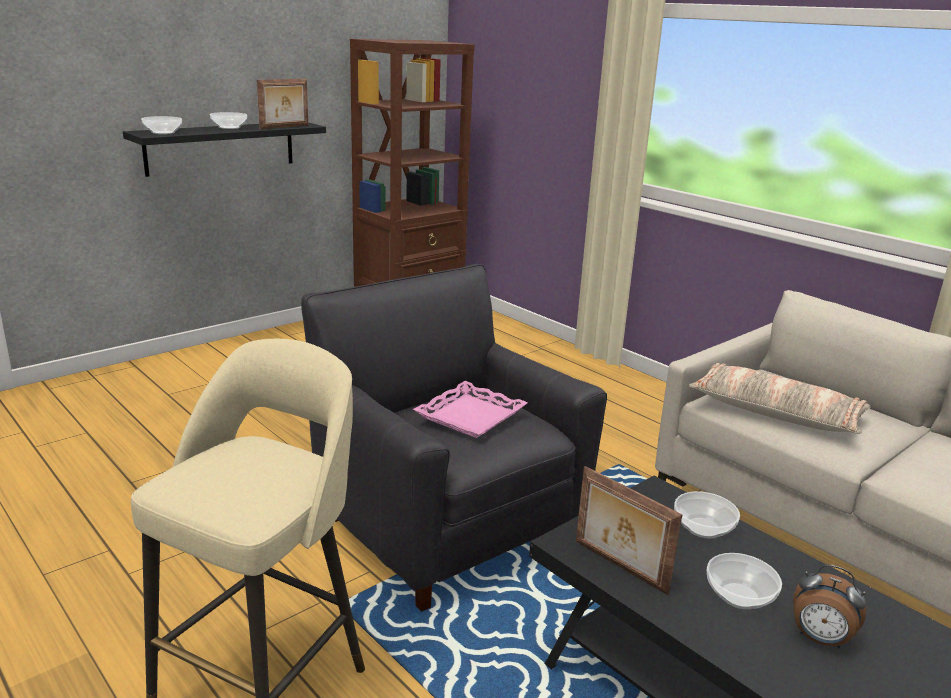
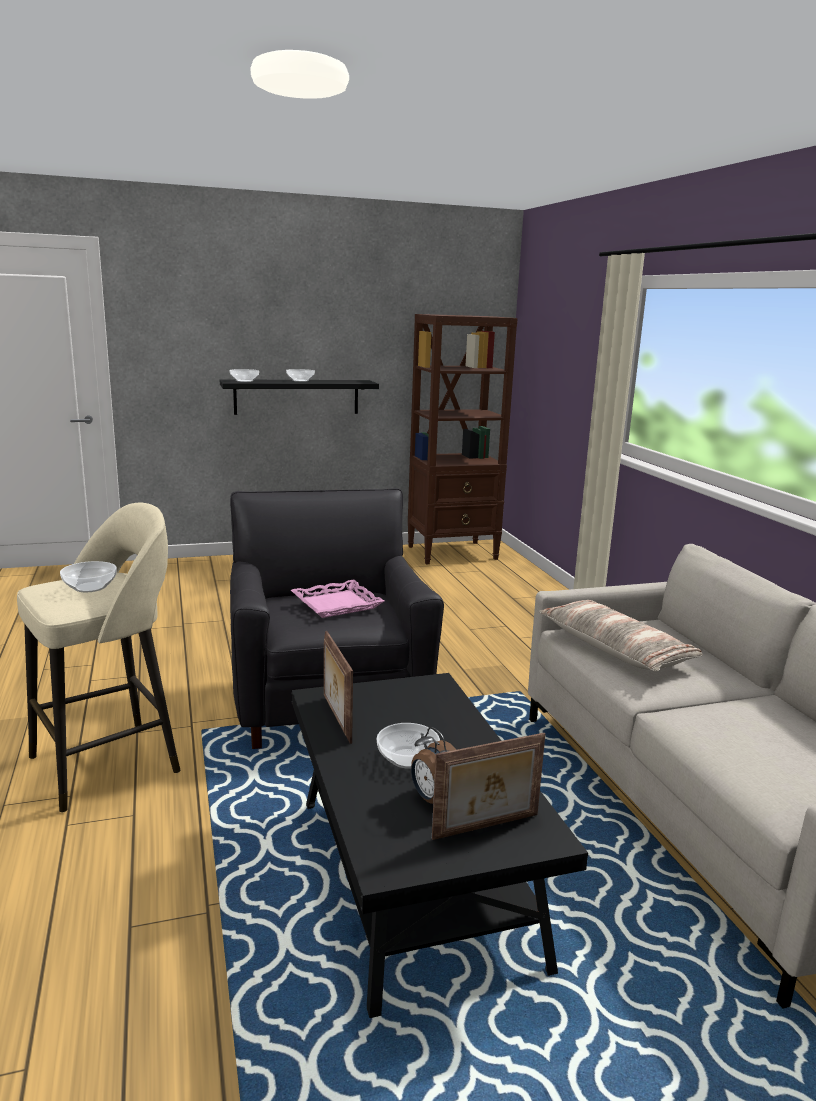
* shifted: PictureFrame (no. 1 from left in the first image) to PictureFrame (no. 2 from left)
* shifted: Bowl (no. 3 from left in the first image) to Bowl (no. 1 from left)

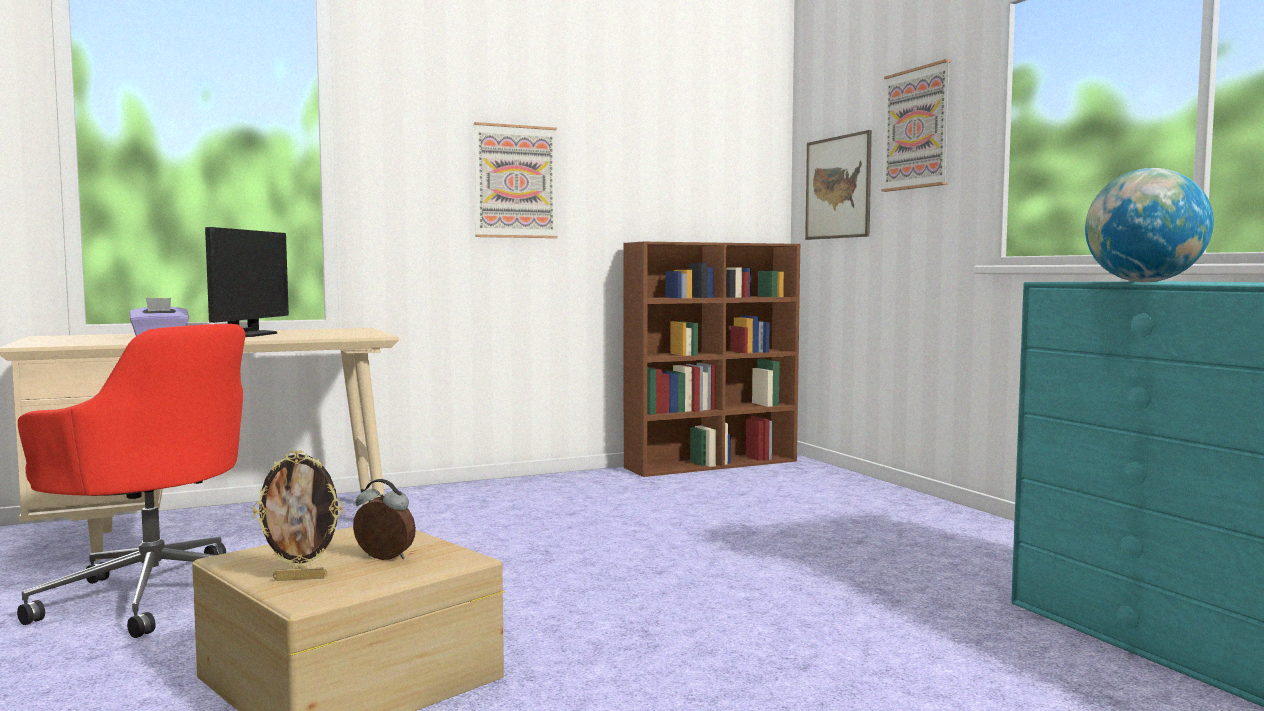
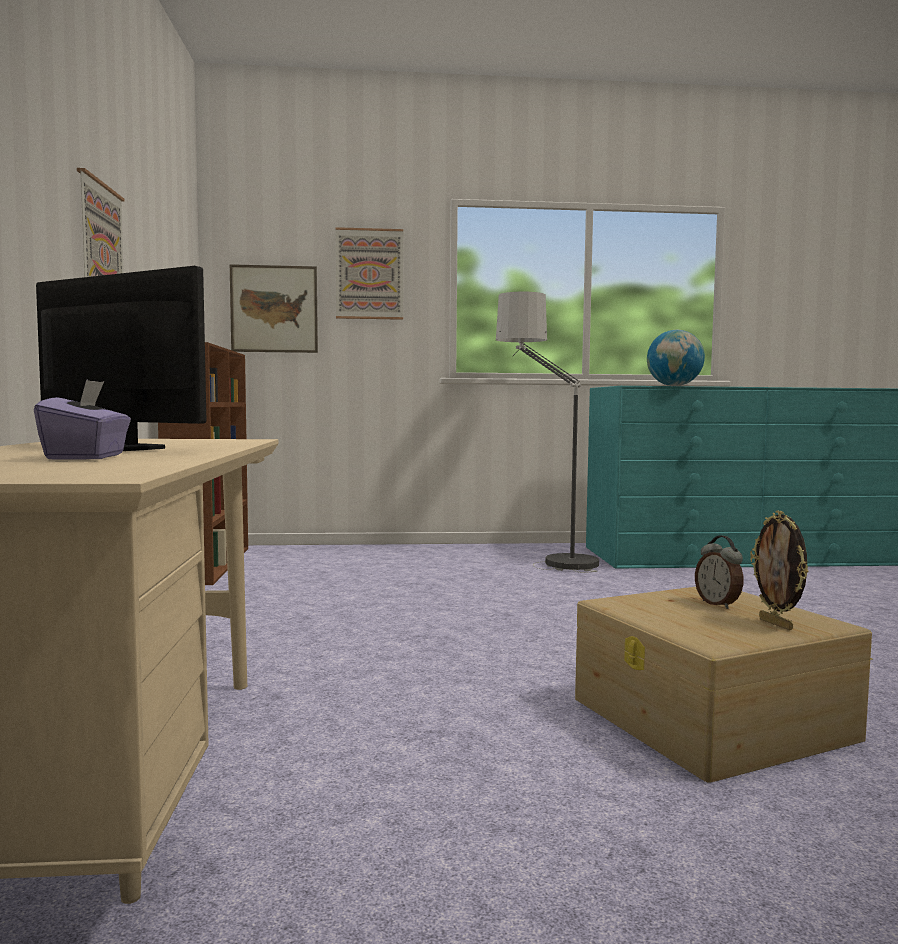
* gone: RedOfficeChair
* rotated: PictureFrame 150 degrees clockwise
* rotated: AlarmClock 60 degrees counterclockwise
* new: FloorLamp

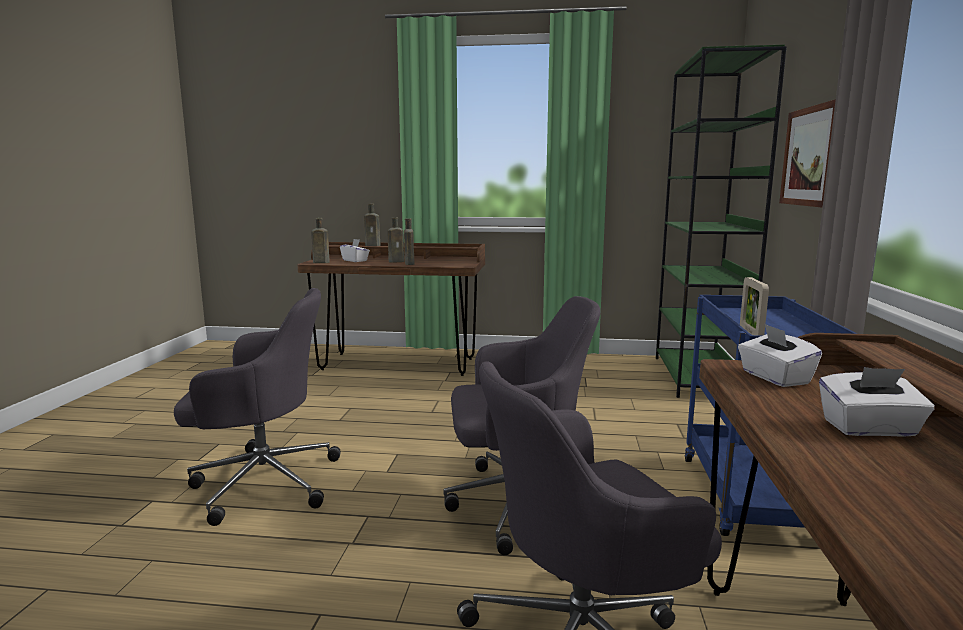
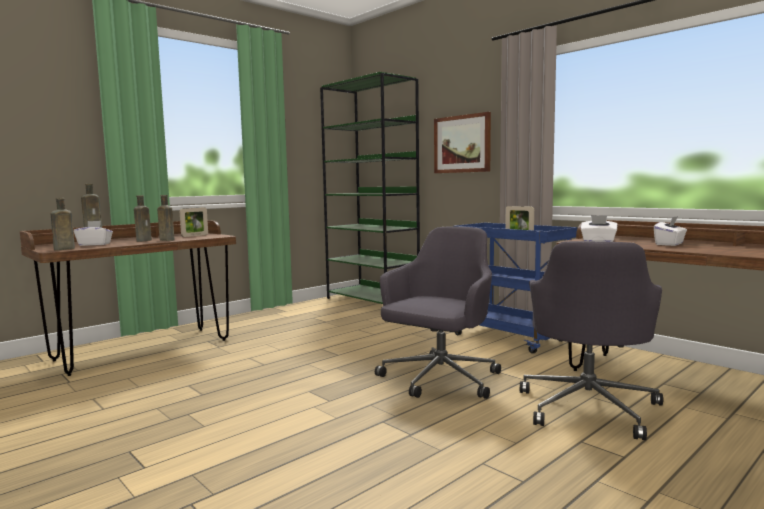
* gone: GreyOfficeChair (no. 1 from left)
* new: PictureFrame (no. 1 from left)

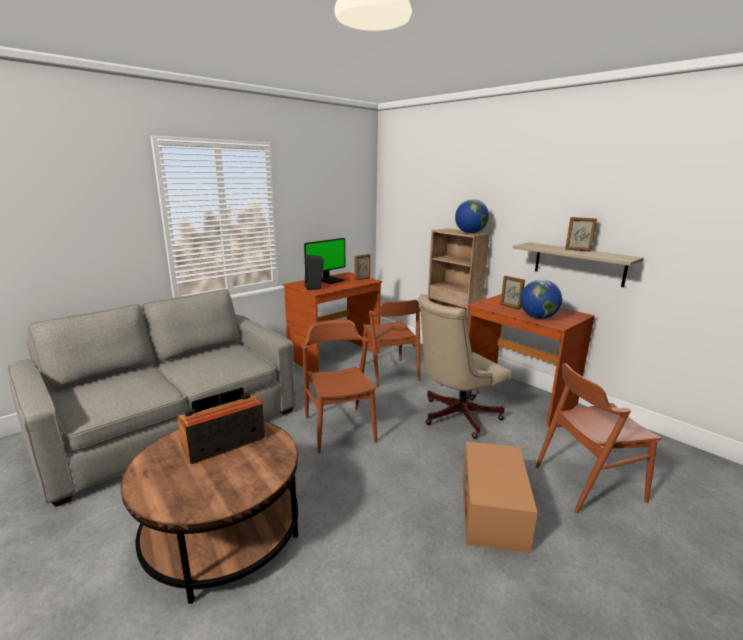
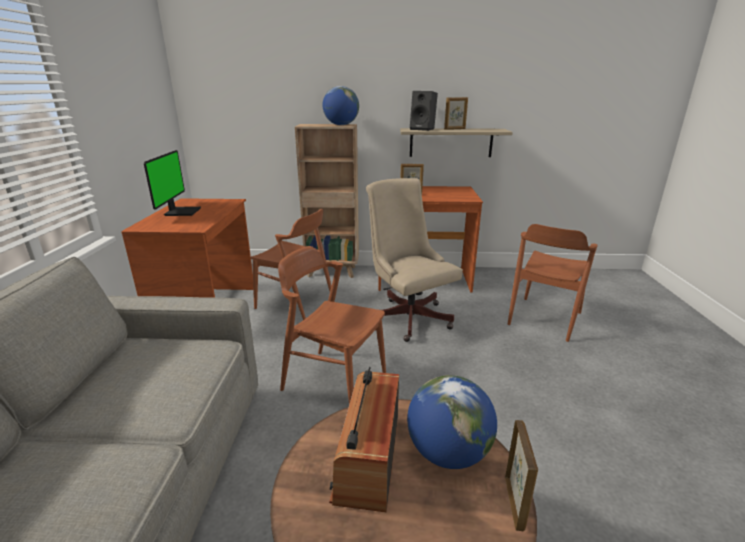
* shifted: BlackSpeaker
* shifted: PictureFrame (no. 1 from left in the first image) to PictureFrame (no. 3 from left)
* rotated: BeigeOfficeChair 135 degrees clockwise
* gone: CardboardBox
* shifted: Globe (no. 2 from left)

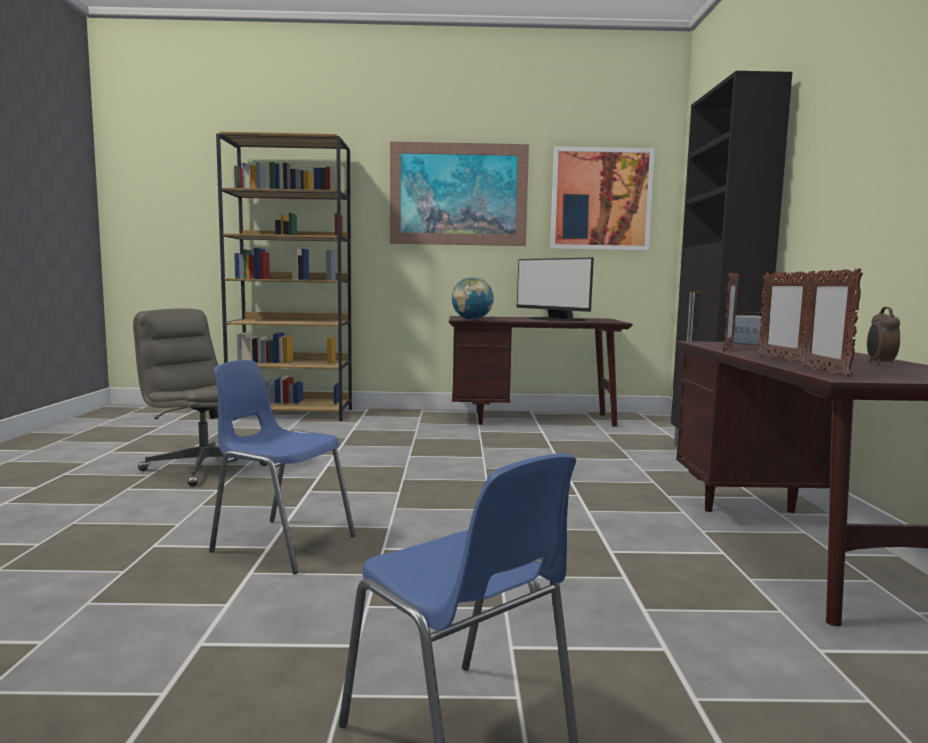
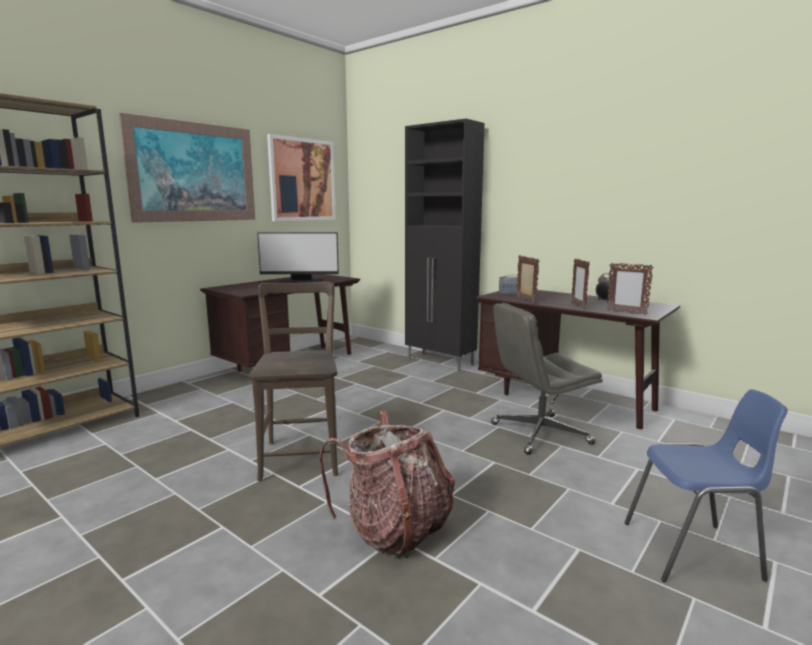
* shifted: GreyOfficeChair
* swapped: BlueChair (no. 1 from left) to Backpack
* gone: Globe
* rotated: PictureFrame (no. 2 from left) 60 degrees clockwise
* new: BrownChair

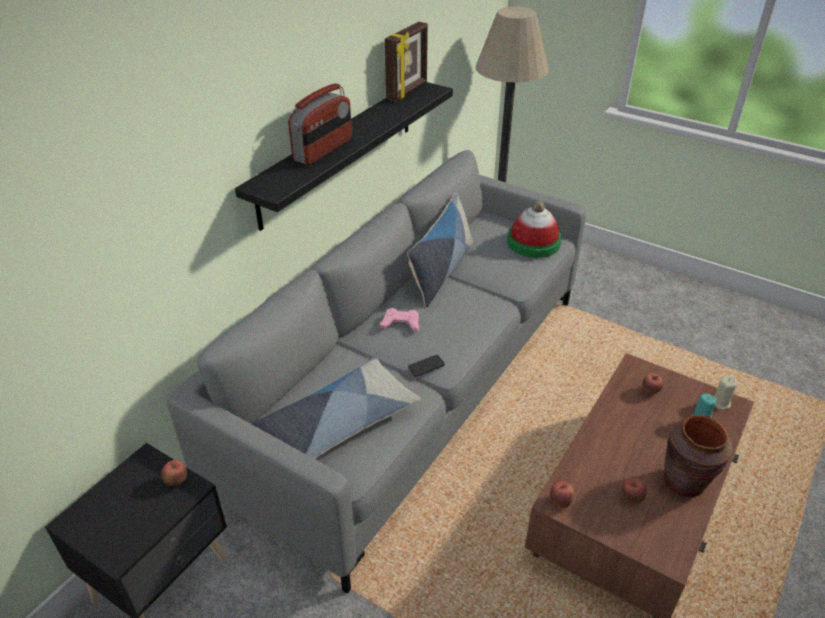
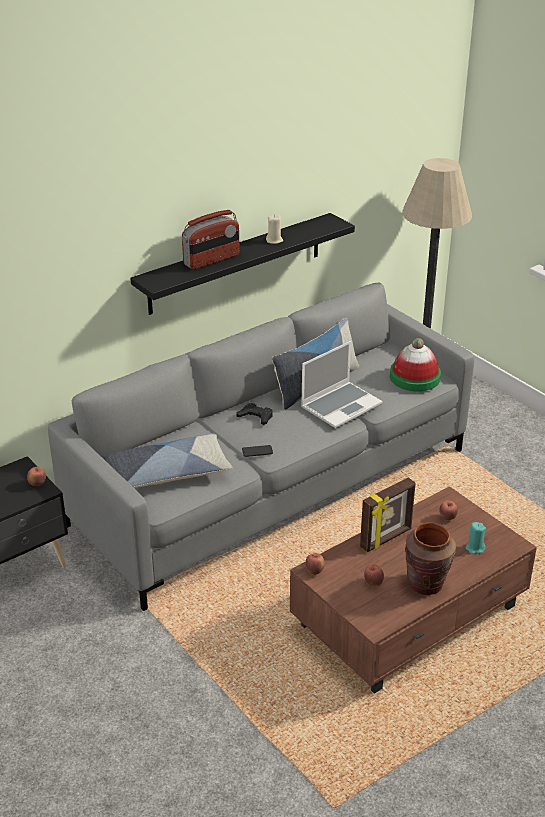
* repainted: PinkGameController to BlackGameController
* shifted: PictureFrame
* shifted: BeigeCandle
* new: Laptop

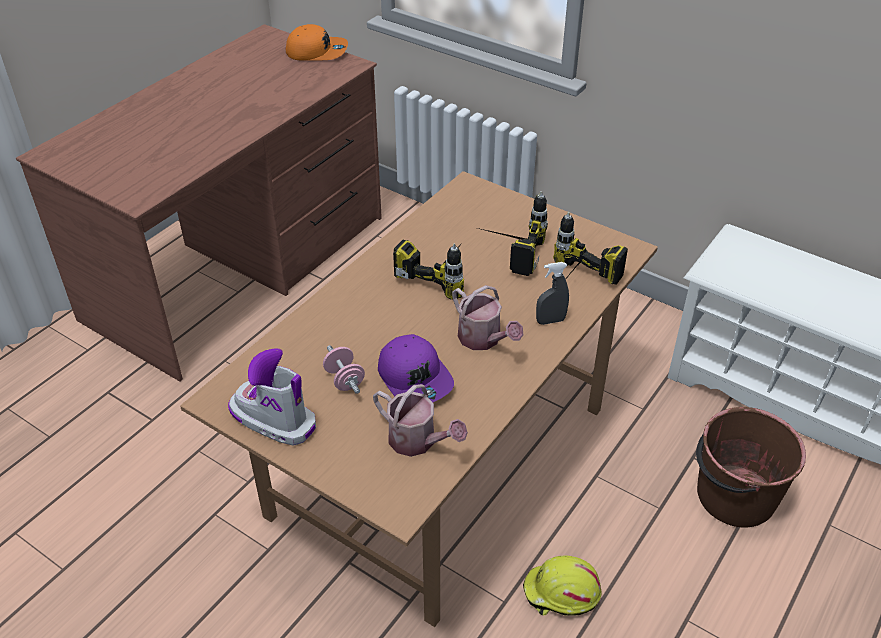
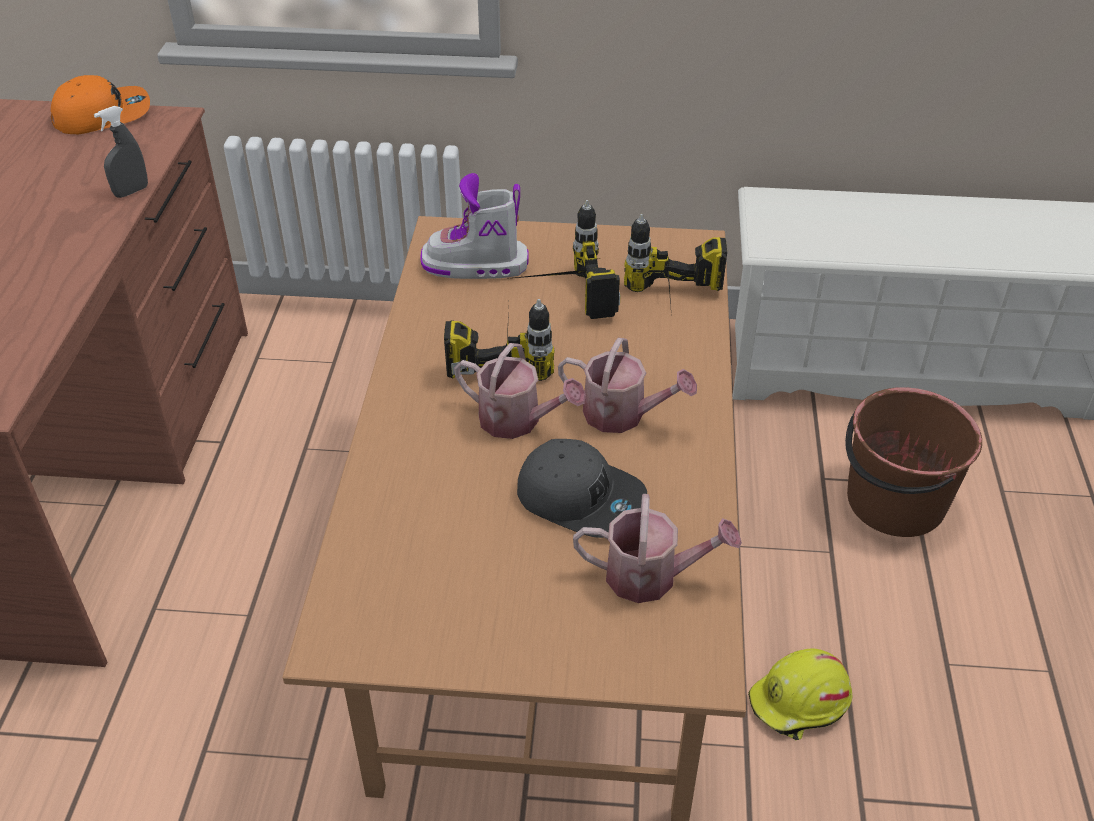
* shifted: Boot
* gone: PinkDumbbell
* repainted: PurpleCap to GreyCap
* shifted: GreySprayBottle
* new: WateringCan (no. 1 from left)

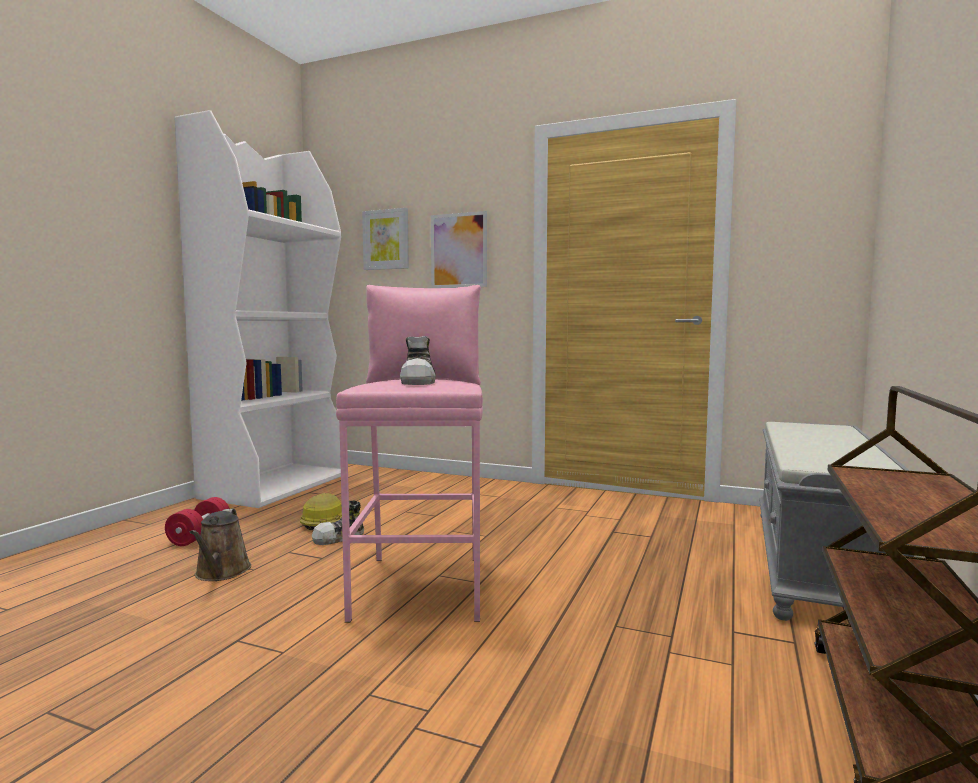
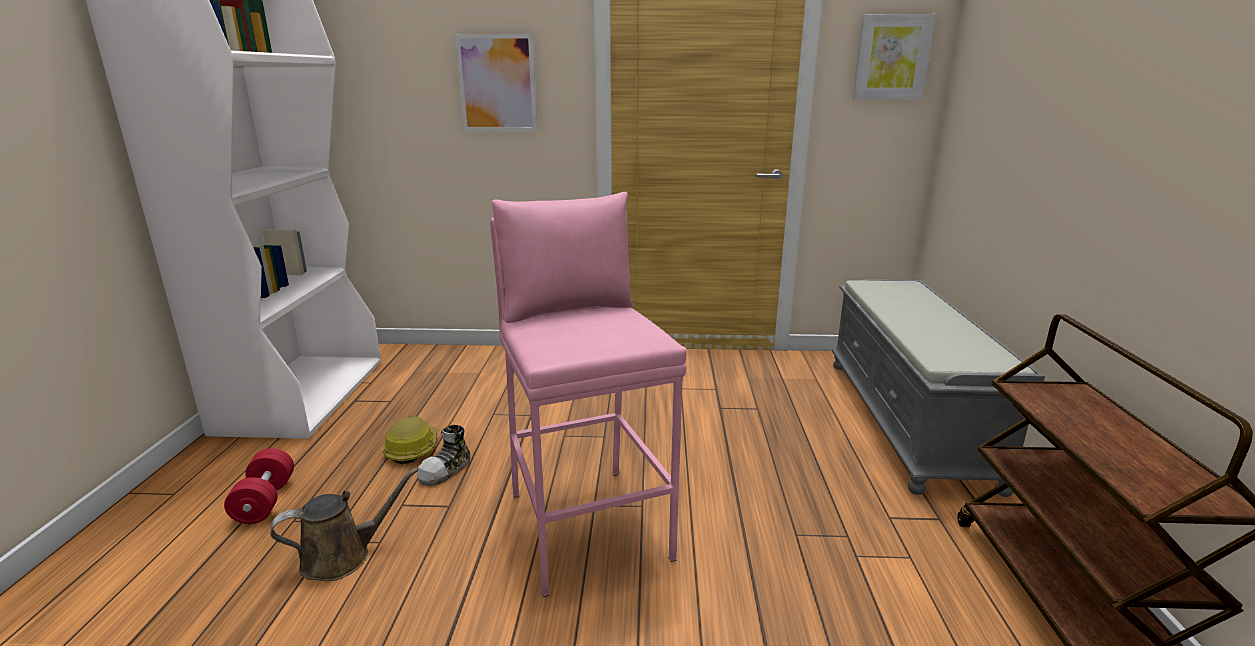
* rotated: BrownWateringCan 90 degrees counterclockwise
* shifted: Picture (no. 1 from left in the first image) to Picture (no. 2 from left)
* gone: Shoe (no. 2 from left)

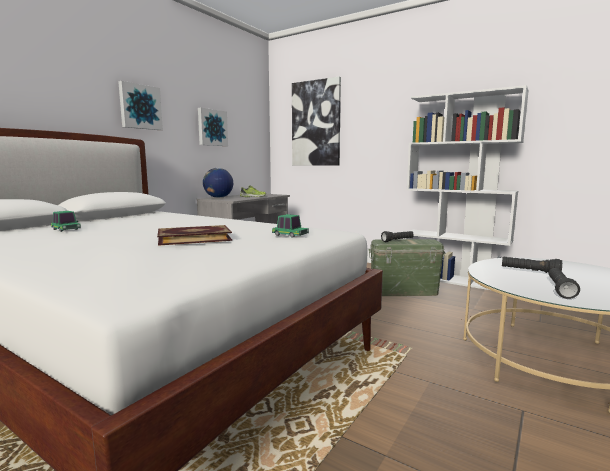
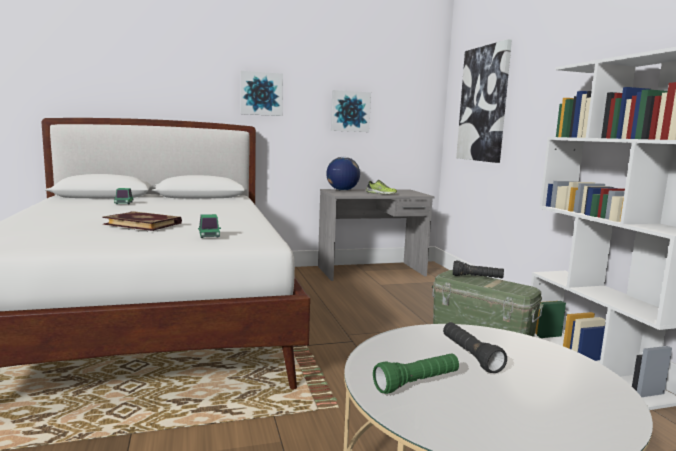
* repainted: BlackFlashlight (no. 3 from left) to GreenFlashlight

